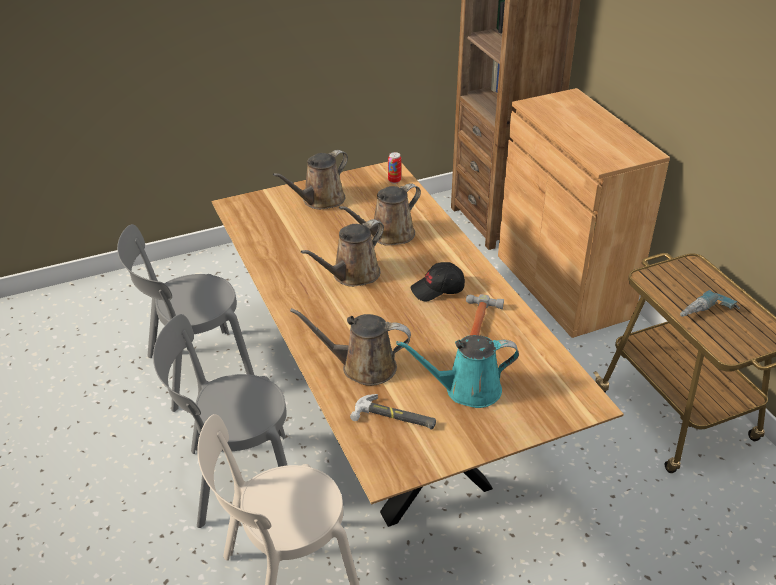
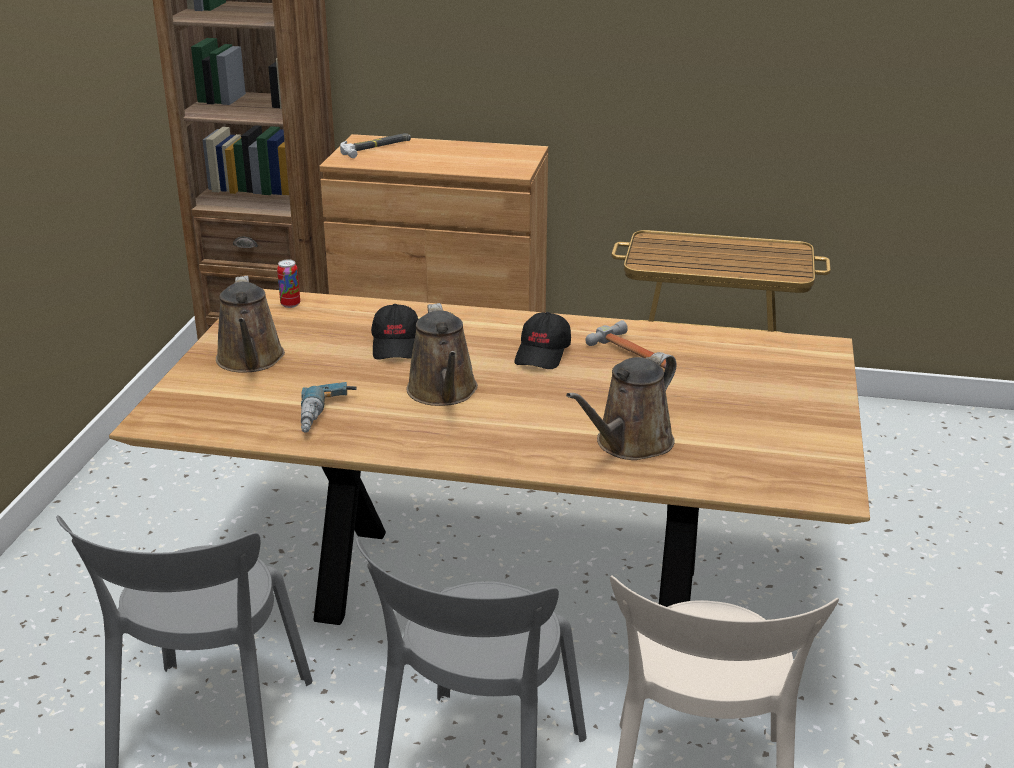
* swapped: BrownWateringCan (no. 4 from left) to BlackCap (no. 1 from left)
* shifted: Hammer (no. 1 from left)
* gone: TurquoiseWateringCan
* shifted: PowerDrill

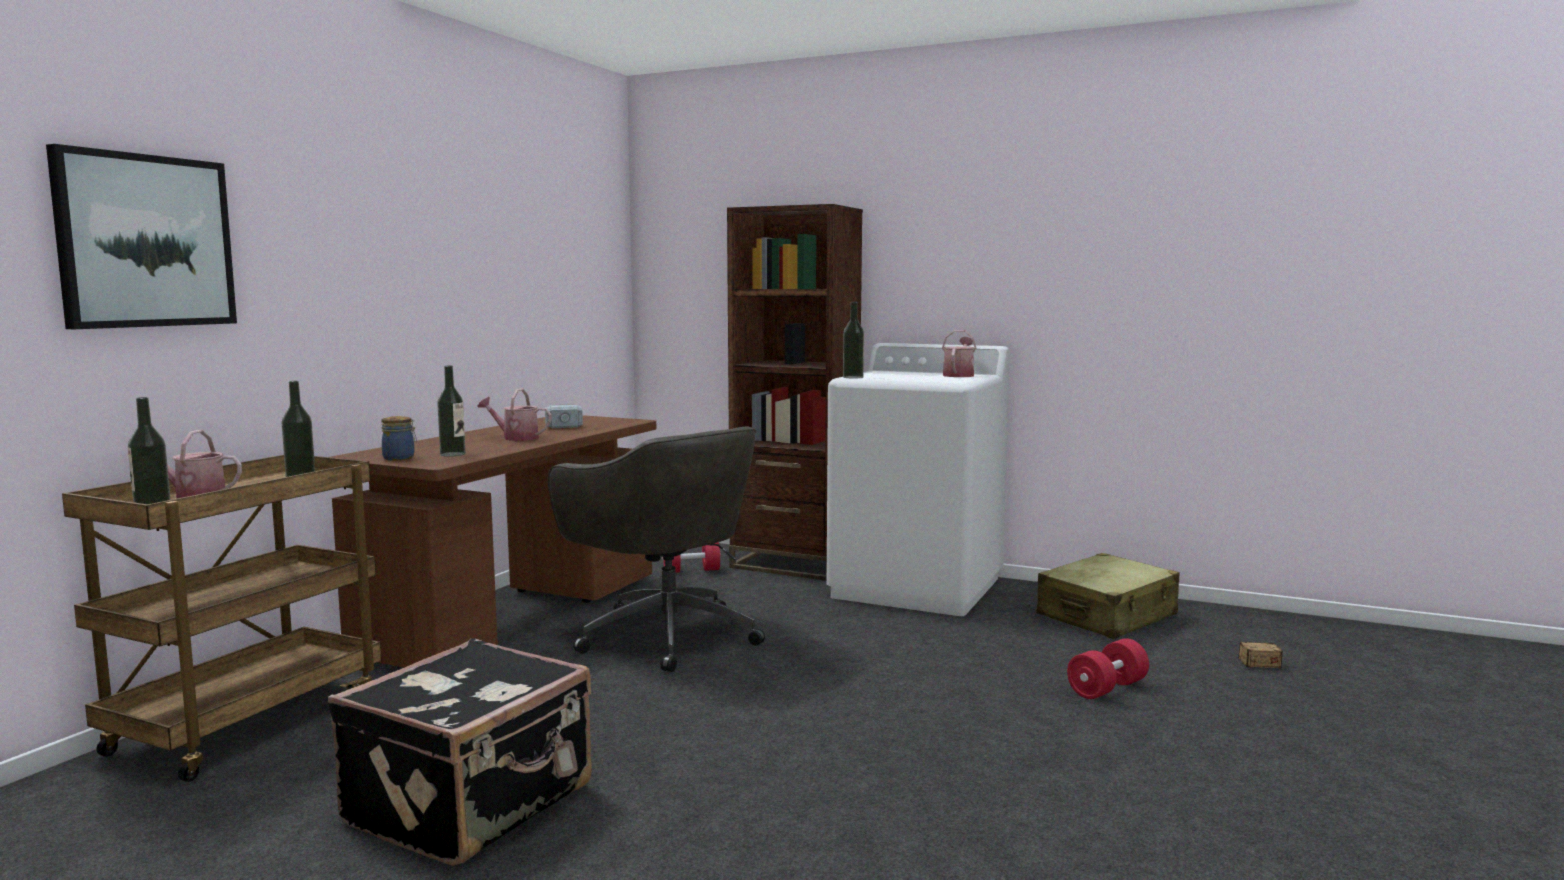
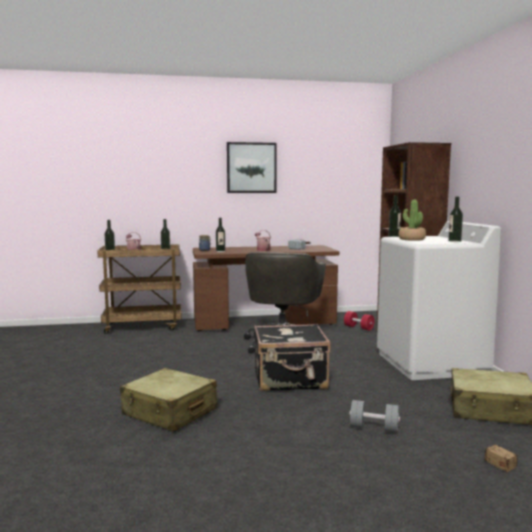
* shifted: Picture
* shifted: BlackSuitcase
* swapped: WateringCan (no. 3 from left) to Bottle (no. 5 from left)
* repainted: RedDumbbell (no. 2 from left) to GreyDumbbell
* new: BeigeSuitcase (no. 1 from left)
* new: PottedPlant

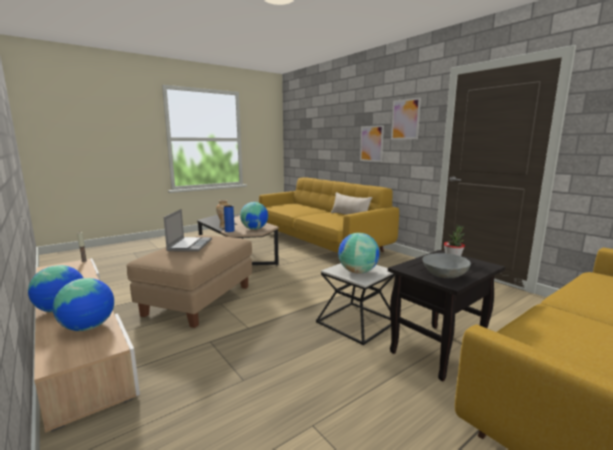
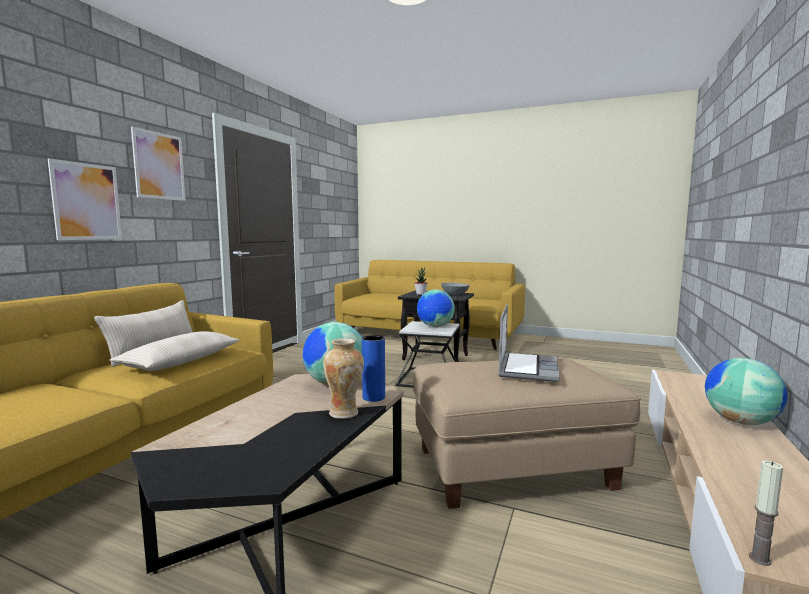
* gone: Globe (no. 2 from left)
* rotated: Laptop 135 degrees clockwise
* new: BeigePillow (no. 2 from left)

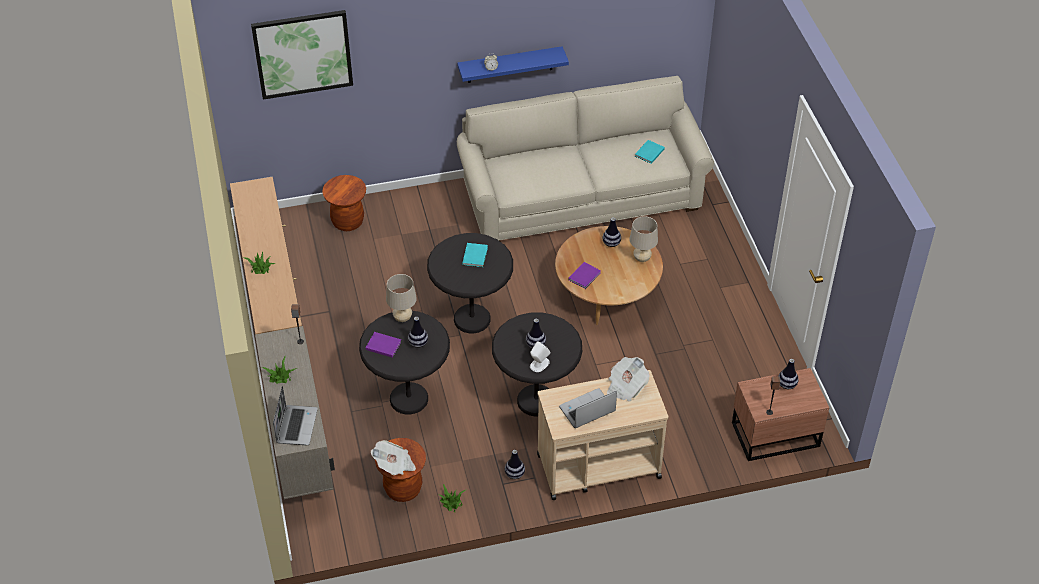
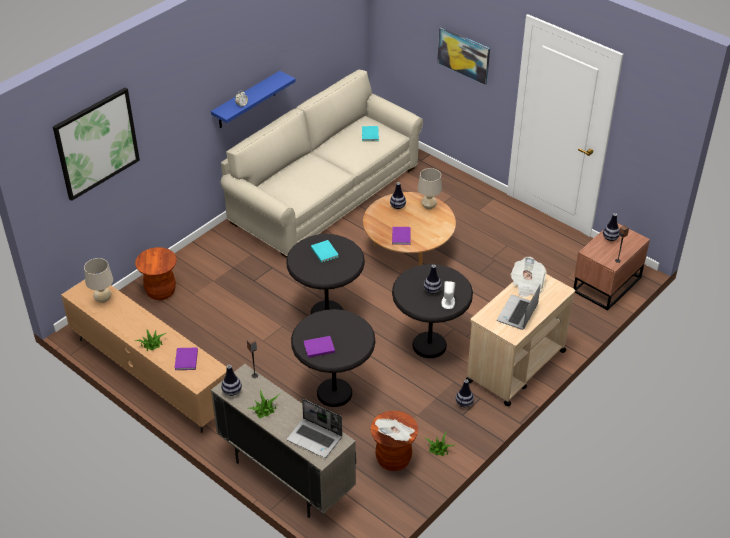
* rotated: Laptop (no. 1 from left) 150 degrees clockwise
* shifted: BeigeTableLamp (no. 1 from left)
* shifted: Vase (no. 1 from left)
* new: PurpleBook (no. 1 from left)
* new: Picture (no. 2 from left)

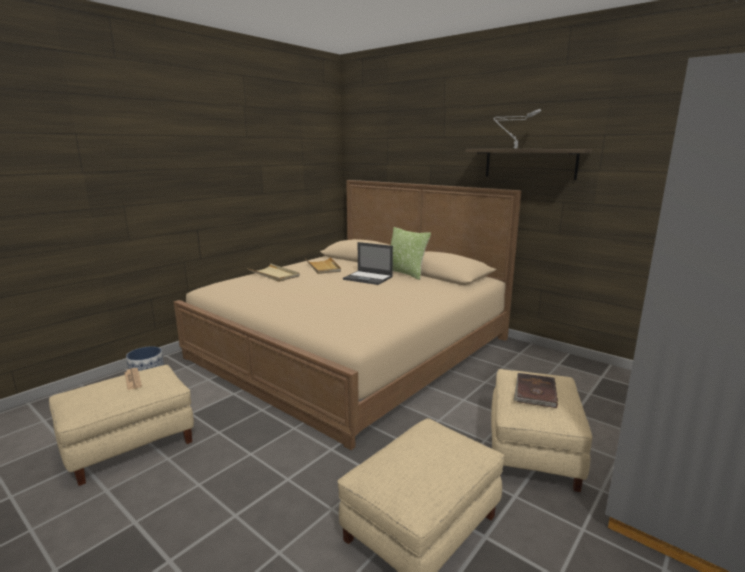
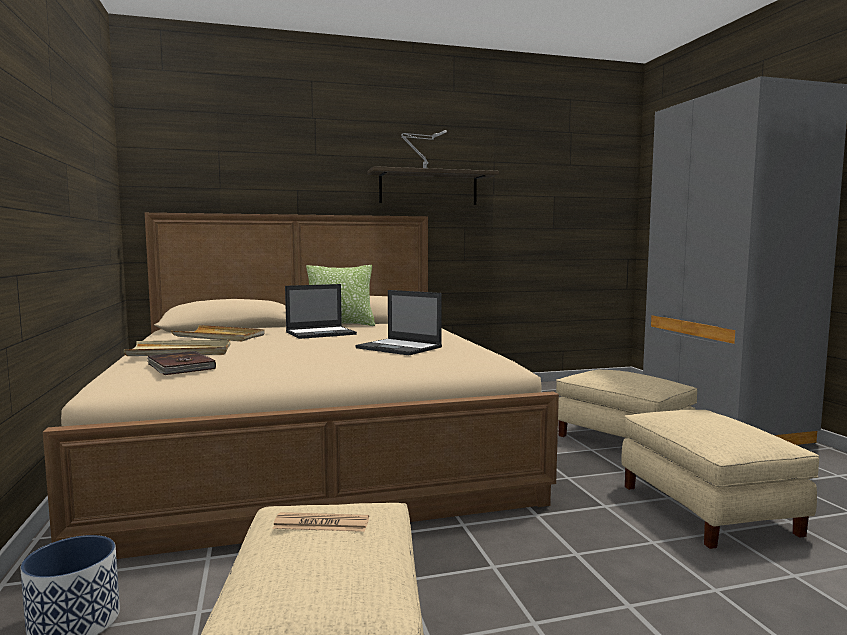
* shifted: BrownBook
* new: Laptop (no. 2 from left)

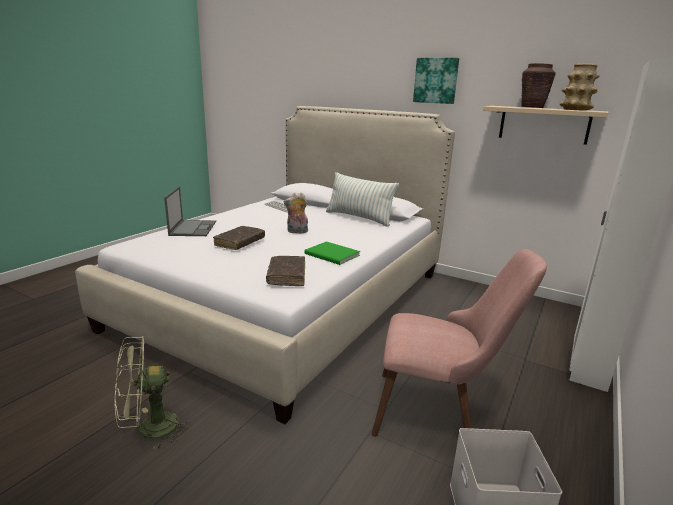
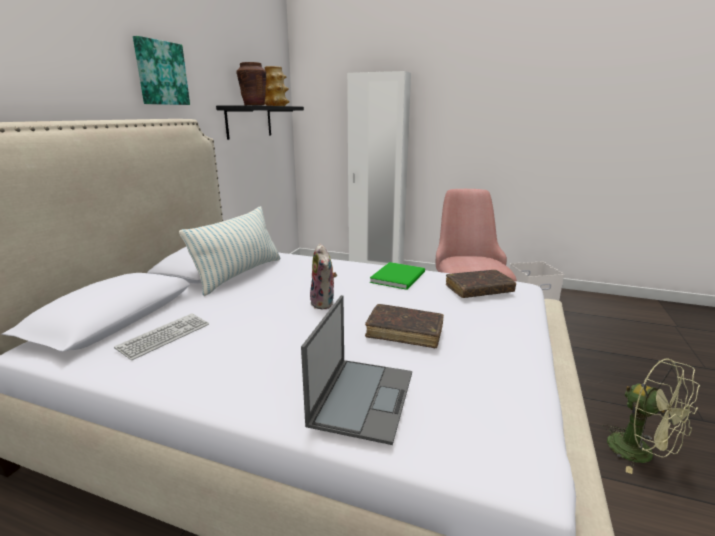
* rotated: Laptop 120 degrees clockwise
* repainted: BeigeShelf to BlackShelf

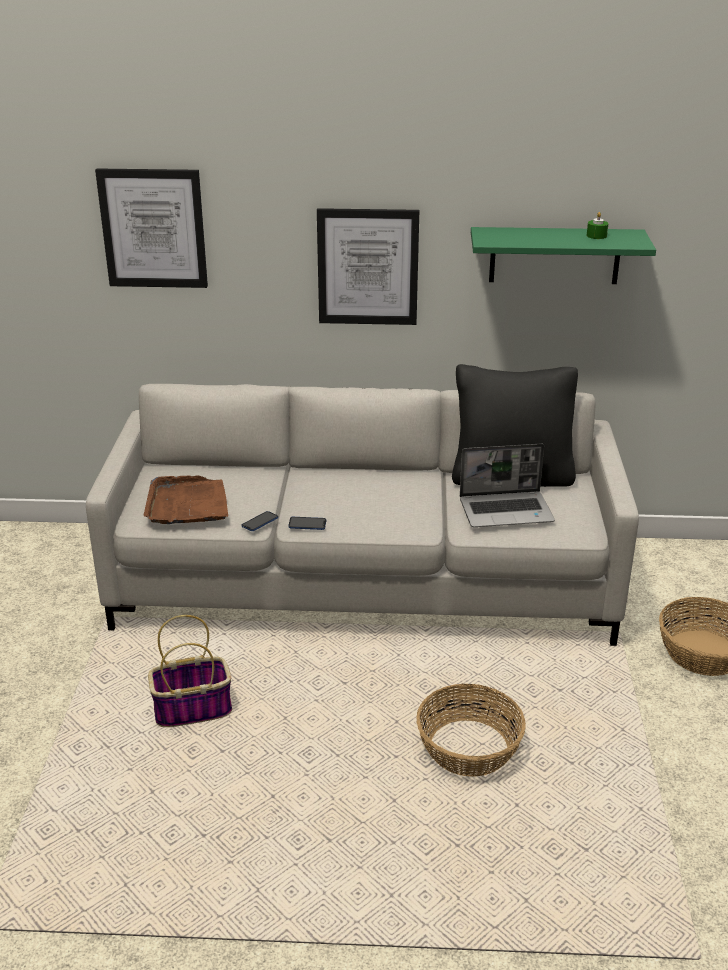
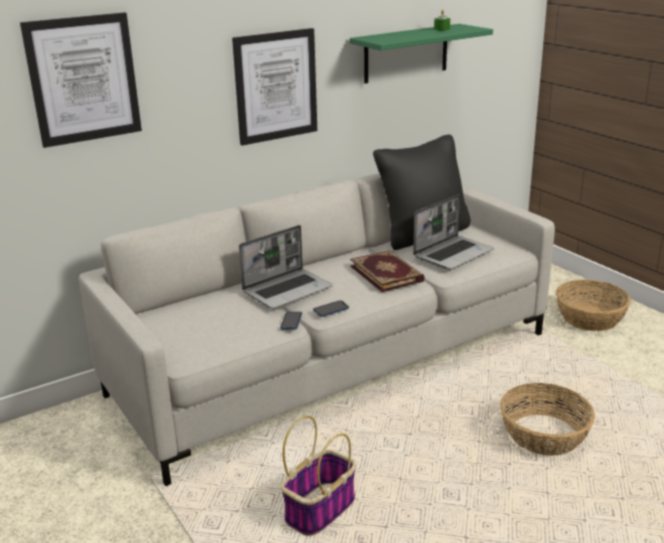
* gone: BrownTray
* new: Laptop (no. 1 from left)
* new: Book

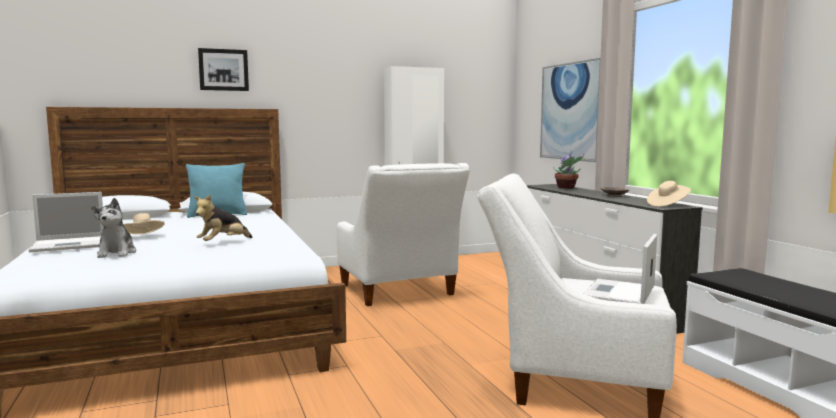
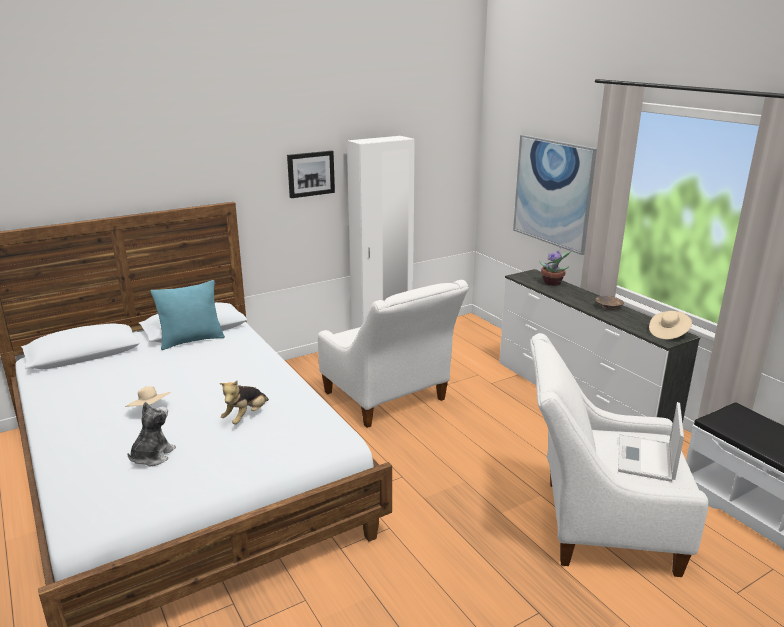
* gone: Laptop (no. 1 from left)
* rotated: PlushToy (no. 1 from left) 135 degrees counterclockwise
* shifted: Picture (no. 1 from left)

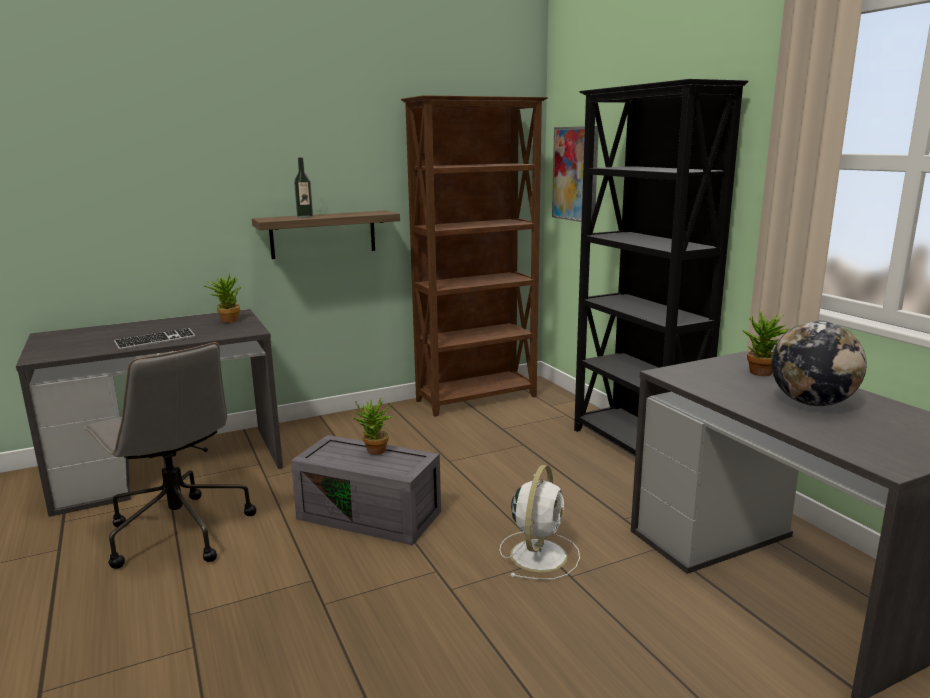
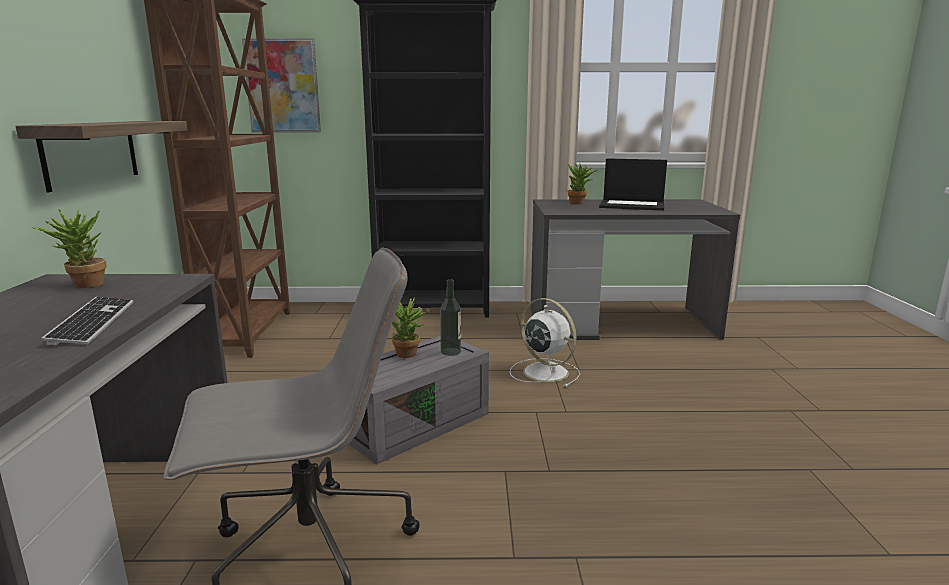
* shifted: Bottle
* swapped: Globe to Laptop

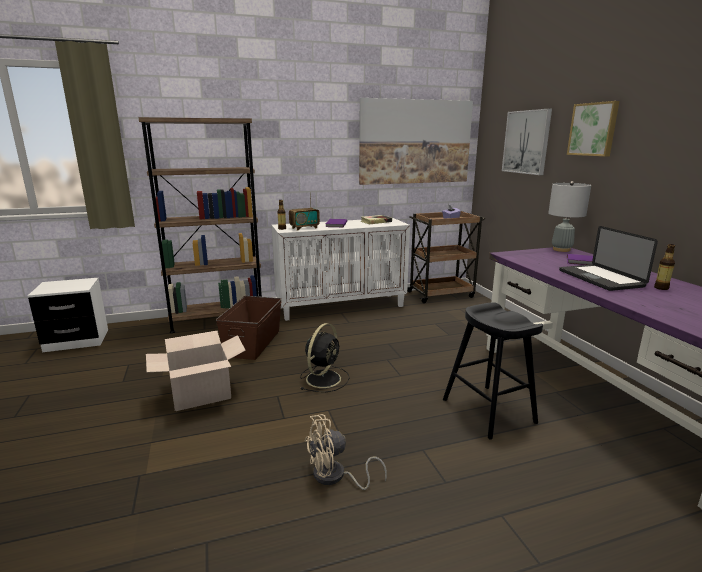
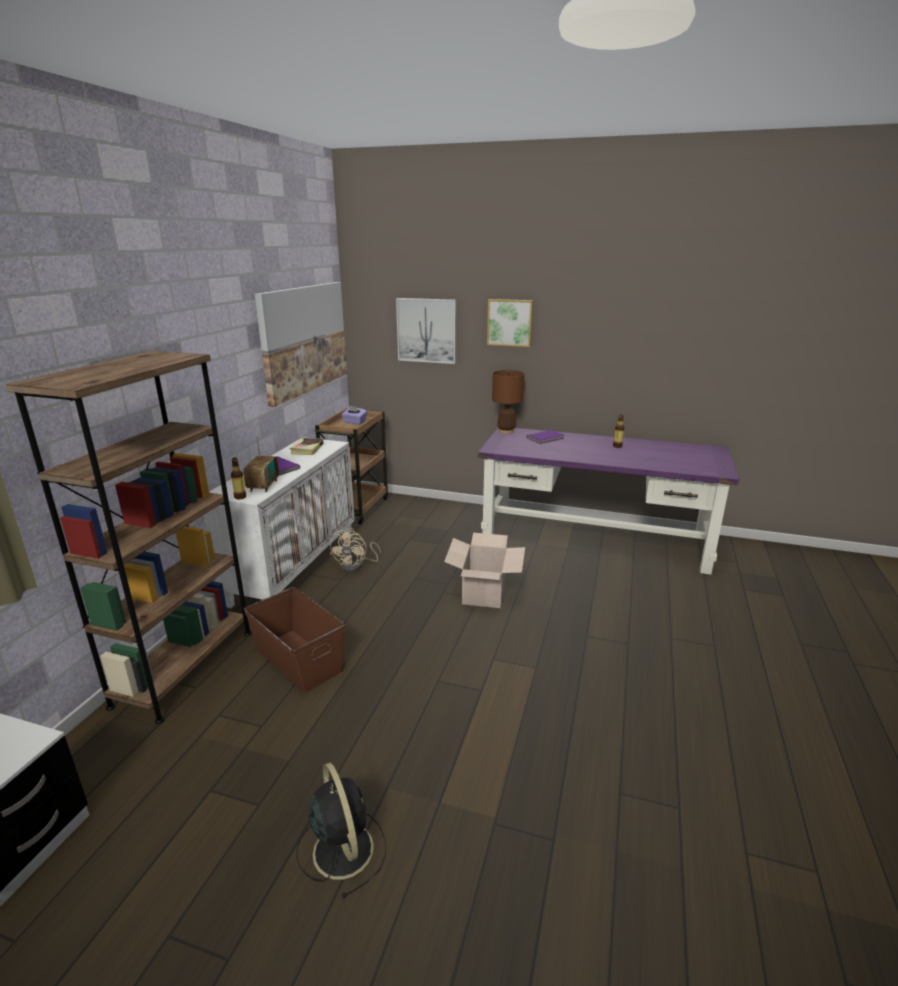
* shifted: CardboardBox
* shifted: BlackFan
* shifted: BeigeFan
* gone: BlackStool
* repainted: GreyTableLamp to BrownTableLamp
* gone: Laptop

